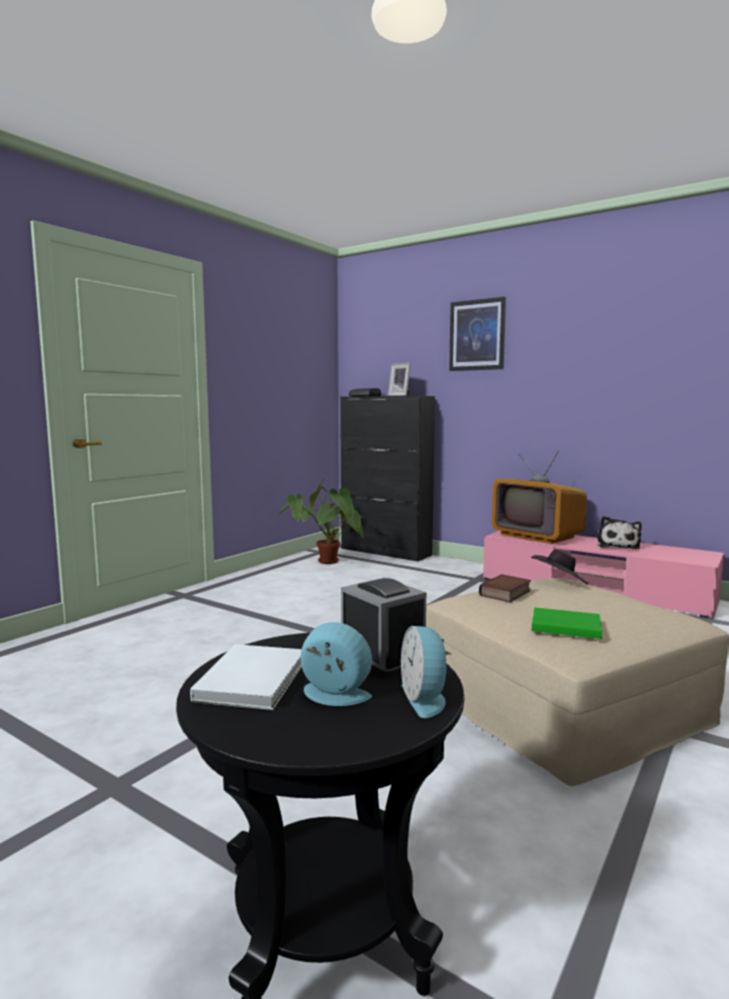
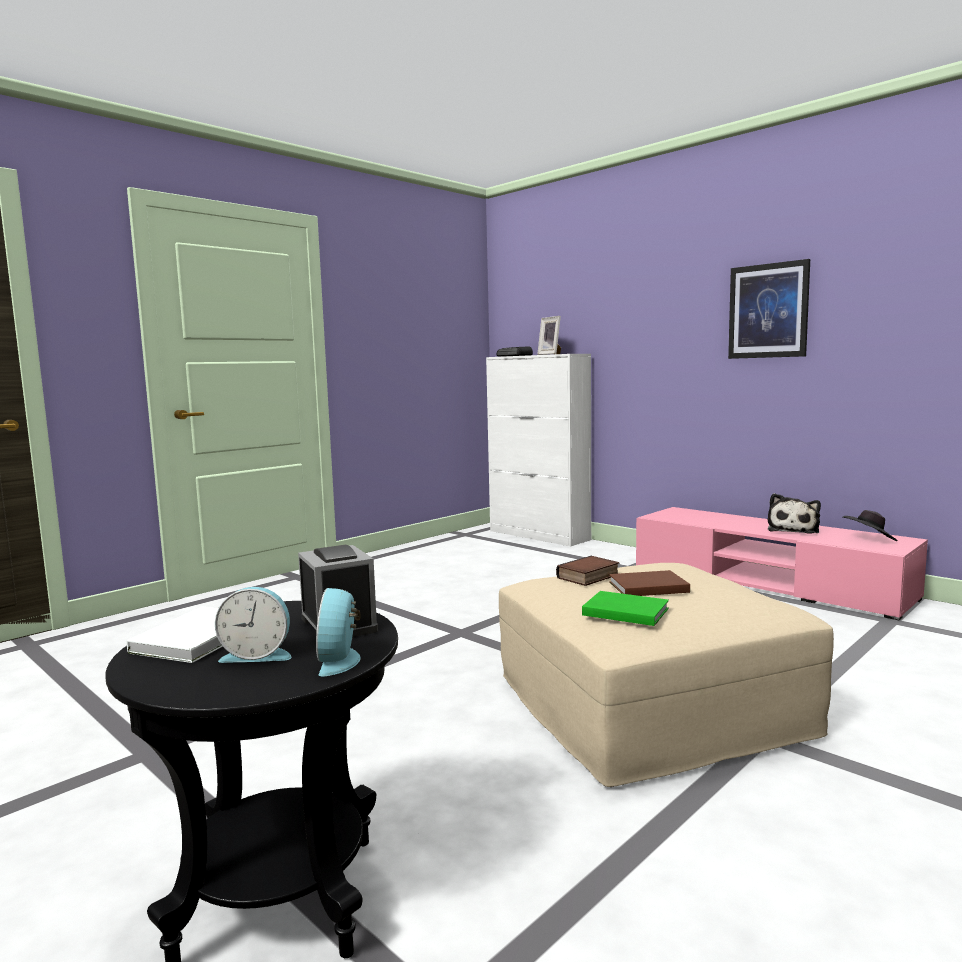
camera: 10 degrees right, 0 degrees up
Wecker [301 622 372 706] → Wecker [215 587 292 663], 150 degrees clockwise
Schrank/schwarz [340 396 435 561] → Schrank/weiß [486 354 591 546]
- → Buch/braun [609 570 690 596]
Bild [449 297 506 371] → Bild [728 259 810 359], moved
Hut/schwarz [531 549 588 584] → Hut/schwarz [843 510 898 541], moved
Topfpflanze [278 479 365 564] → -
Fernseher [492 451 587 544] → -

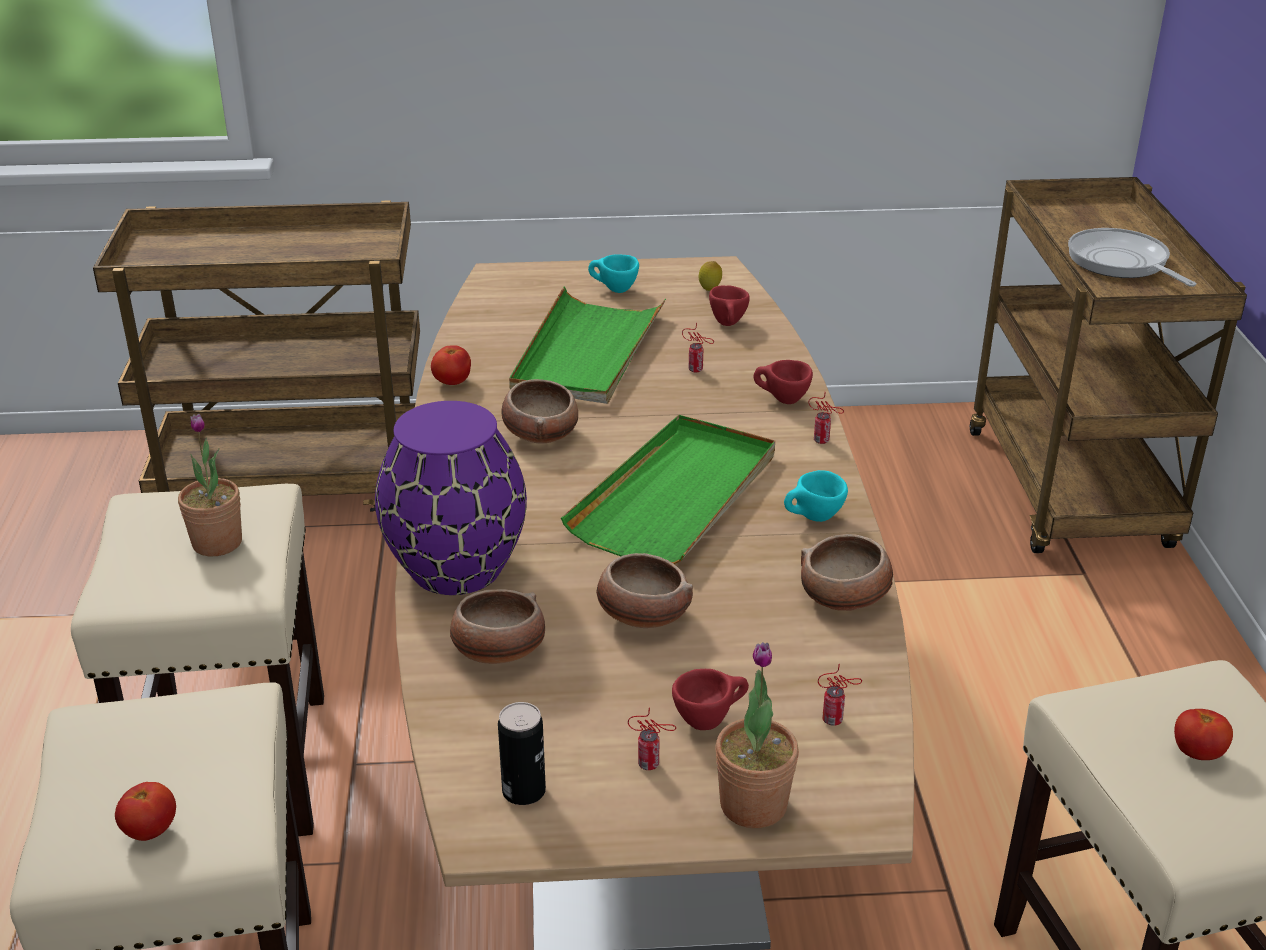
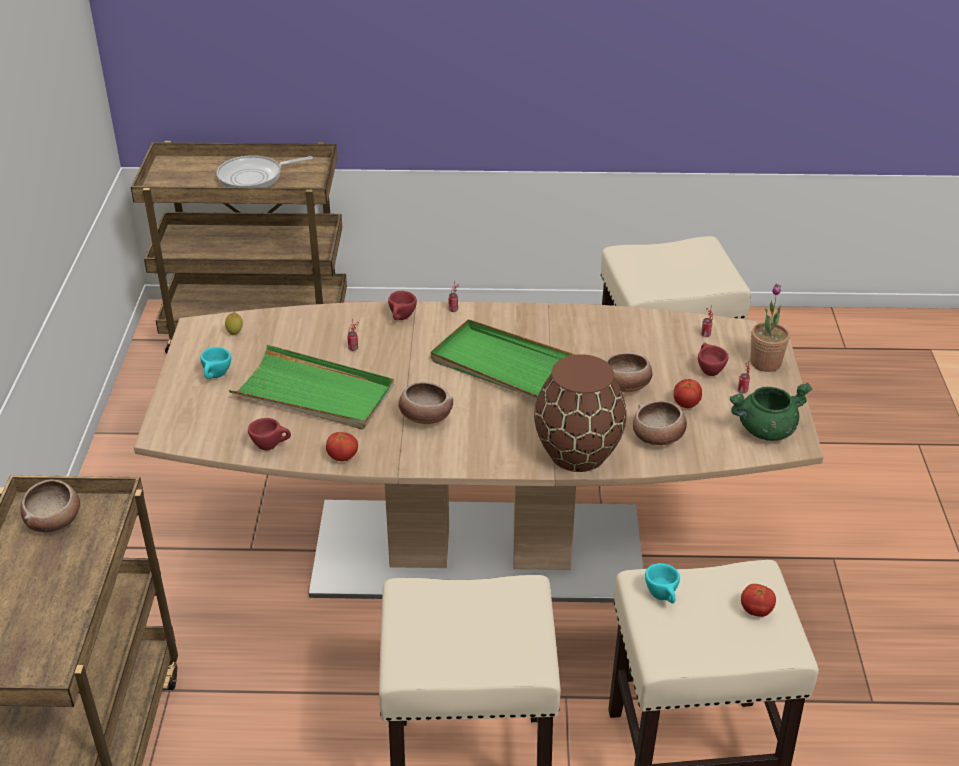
camera: 85 degrees left, 5 degrees up
Schüssel [801 534 893 611] → Schüssel [20 479 80 533], moved
Tasse/rot [709 285 750 326] → Tasse/rot [248 418 291 450], moved
Vase/lila [375 401 527 595] → Vase/braun [534 354 627 472]
Tasse/türkis [784 470 848 522] → Tasse/türkis [645 563 680 603], moved
Tomate [1174 709 1233 760] → Tomate [674 379 702 408], moved
Dose [498 702 546 805] → Kochtopf/grün [729 382 812 441]
Topfpflanze [178 414 242 557] → -

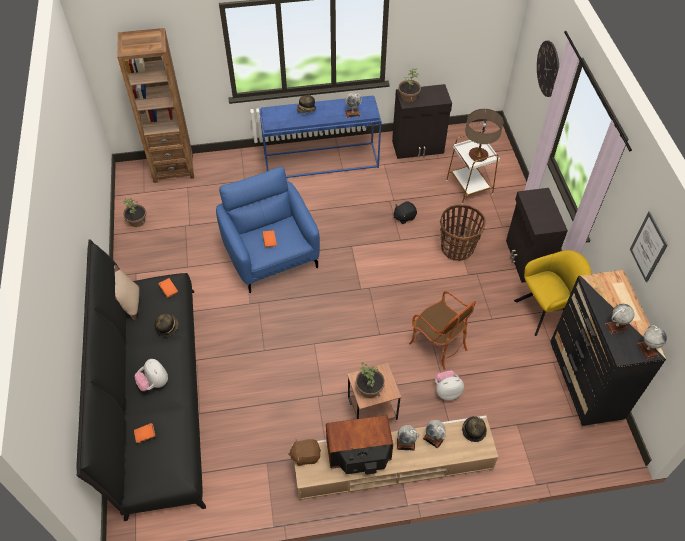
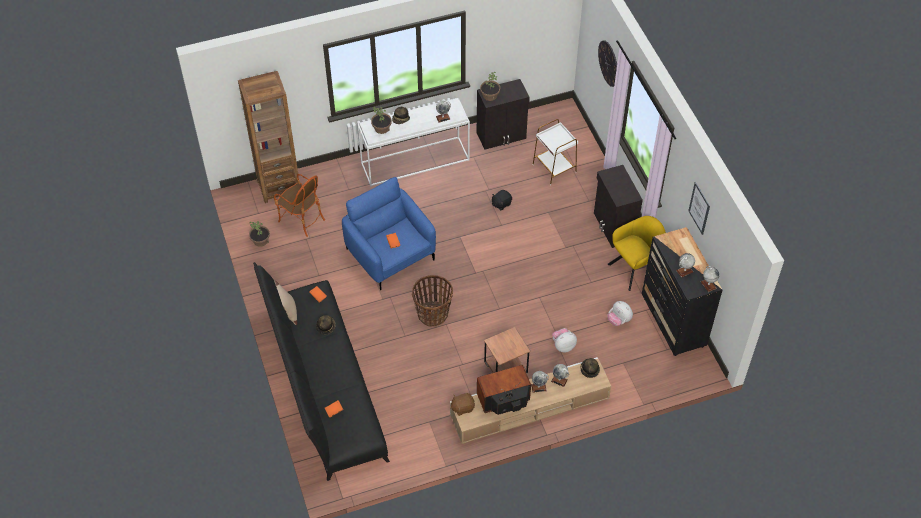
camera: 10 degrees left, 0 degrees up
Sessel [409 291 476 370] → Sessel [274 174 325 237], moved
Konsolentisch/blau [259 96 381 178] → Konsolentisch/weiß [357 98 470 187]
Topfpflanze [356 362 385 398] → Topfpflanze [371 107 392 134], moved
Korb [440 204 486 261] → Korb [412 275 453 327], moved
Plüschtier [135 359 168 391] → Plüschtier [607 301 633 326], moved
Tischlampe [465 109 503 162] → -

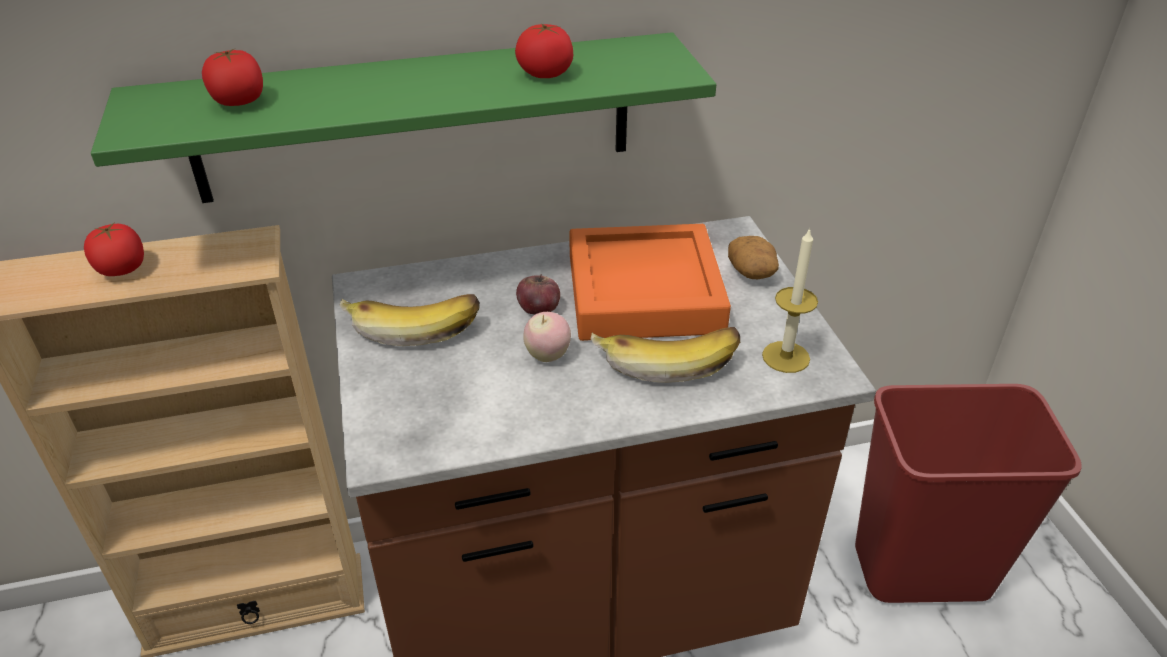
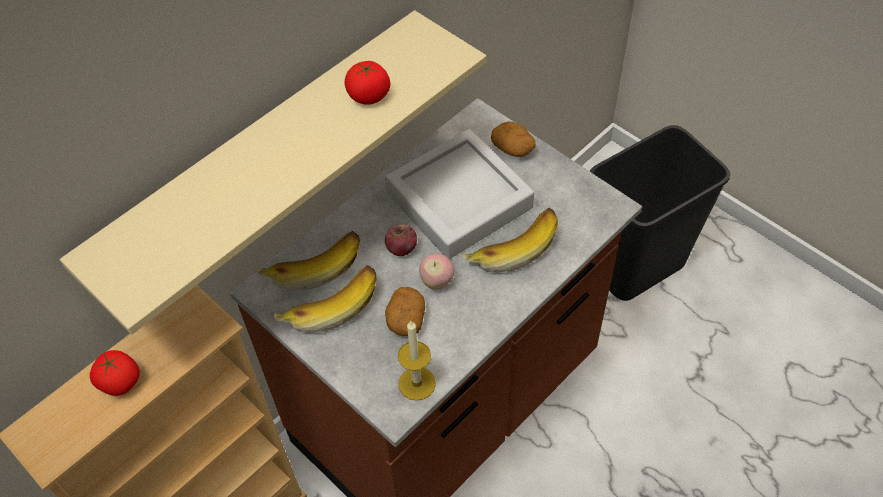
camera: 30 degrees left, 15 degrees up
Wandregal/grün [91 32 716 203] → Wandregal/beige [60 10 487 334]
- → Banane [256 231 360 291]
Tablett/orange [569 224 731 341] → Tablett/grau [385 129 534 259]
- → Kartoffel [385 287 425 336]
Kerze [762 227 818 373] → Kerze [398 320 436 401], moved
Mülleimer/rot [855 384 1082 603] → Mülleimer/schwarz [590 125 730 301]
Tomate [202 49 263 106] → -

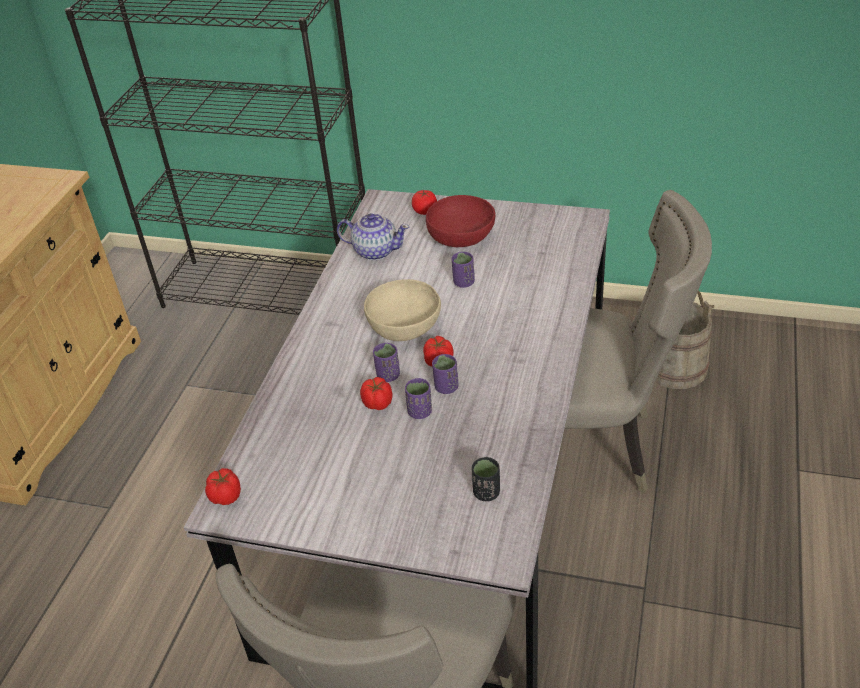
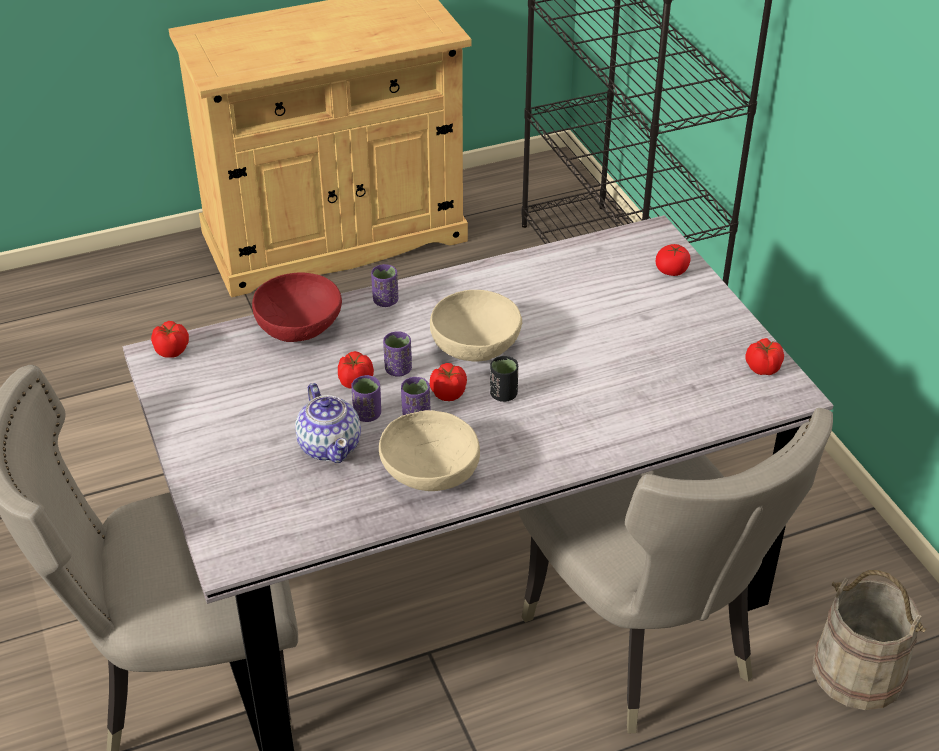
camera: 50 degrees right, 0 degrees up
Schüssel/rot [426 195 495 247] → Schüssel/rot [252 273 342 342], moved
Teekanne [337 213 409 260] → Teekanne [295 383 361 463], moved
Tasse/lila [452 252 475 288] → Tasse/lila [371 264 398 307], moved
- → Schüssel/beige [379 410 480 491]
Tasse/schwarz [472 457 500 501] → Tasse/schwarz [490 356 518 402], moved
- → Tomate [746 338 784 375]

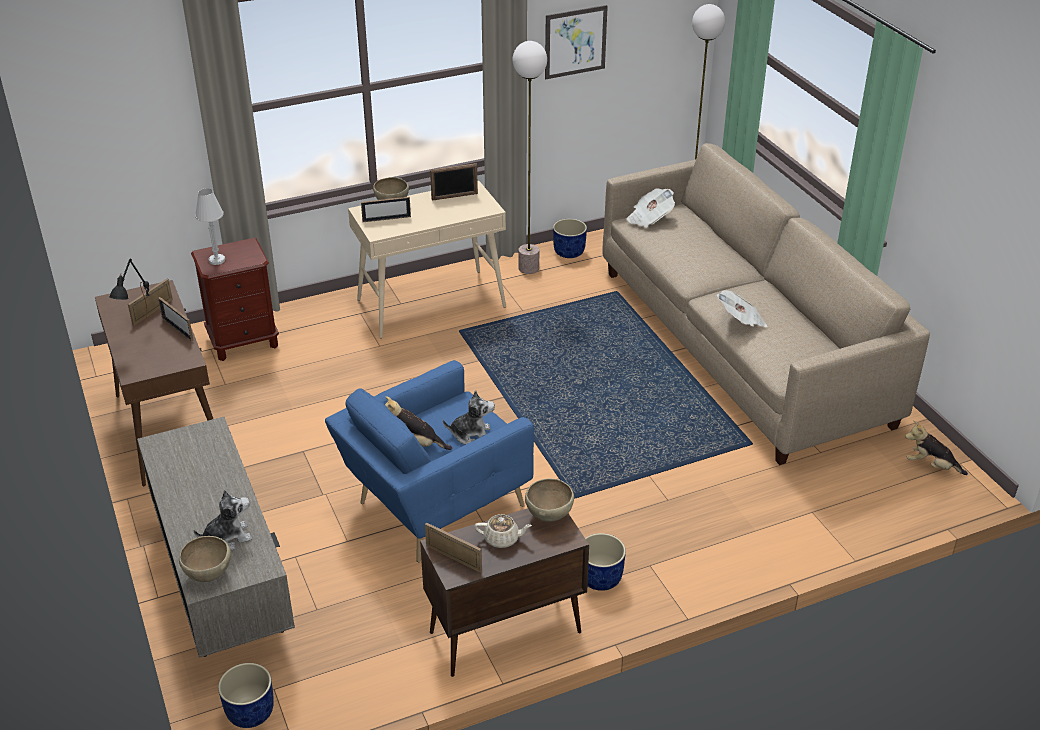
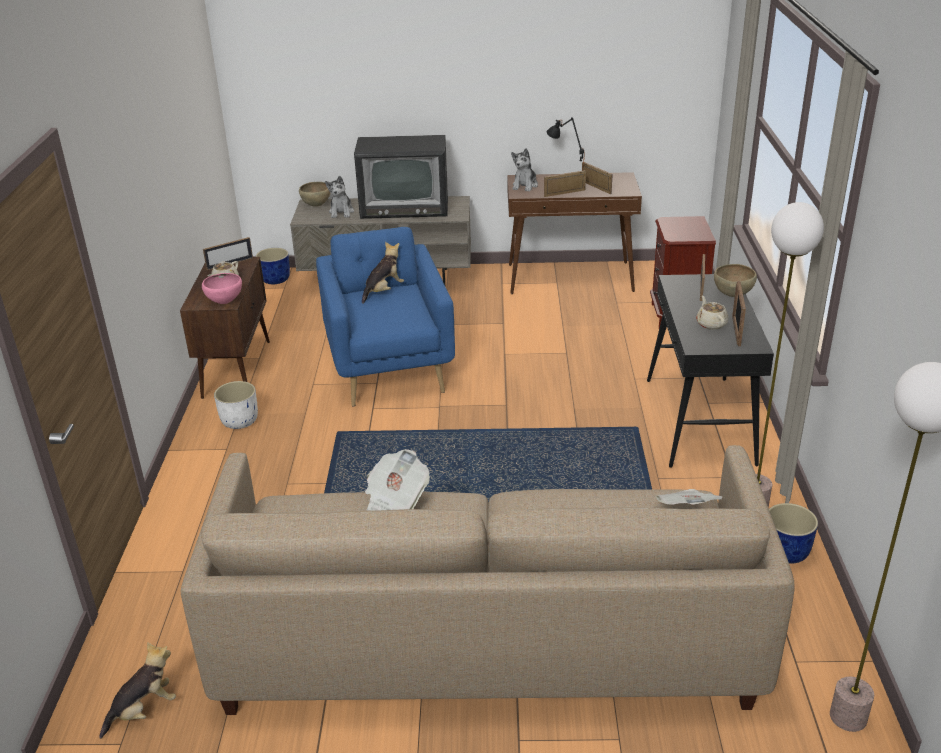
camera: 115 degrees right, 5 degrees down
Schüssel/braun [525 479 574 522] → Schüssel/rosa [202 273 242 304]
Pflanzkübel/blau [585 533 626 591] → Pflanzkübel/weiß [214 381 258 429]
- → Fernseher [354 135 448 219]
Plüschtier [443 390 495 444] → Plüschtier [511 148 538 192], moved
Konsolentisch/beige [348 181 506 338] → Konsolentisch/schwarz [647 274 774 468]
- → Teekanne/beige [696 296 728 330]
Tischlampe/weiß [195 188 225 265] → -
Bild [545 5 608 79] → -

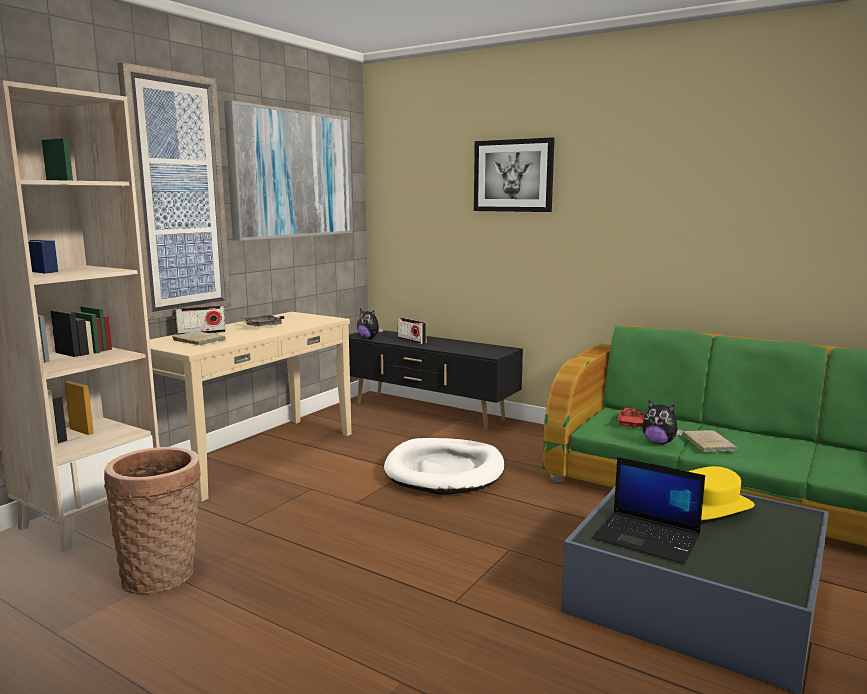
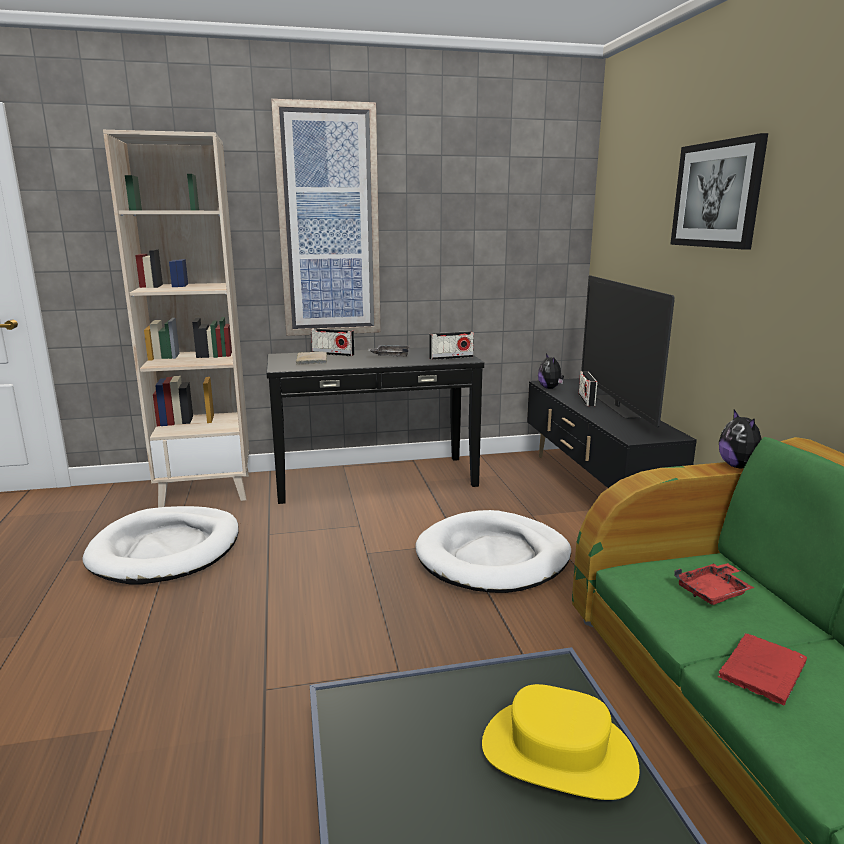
camera: 45 degrees right, 5 degrees up
Korb [104 447 201 595] → Hundebett/weiß [82 506 239 585]
Konsolentisch/beige [150 312 351 501] → Konsolentisch/schwarz [267 347 484 504]
- → Radio [429 331 474 360]
- → Fernseher [581 275 675 427]
Buch/beige [683 430 737 452] → Buch/rot [718 633 807 706]
Plüschtier [642 400 683 444] → Plüschtier [719 410 762 468], moved
Bild [224 100 353 241] → -
Laptop [593 457 705 564] → -

